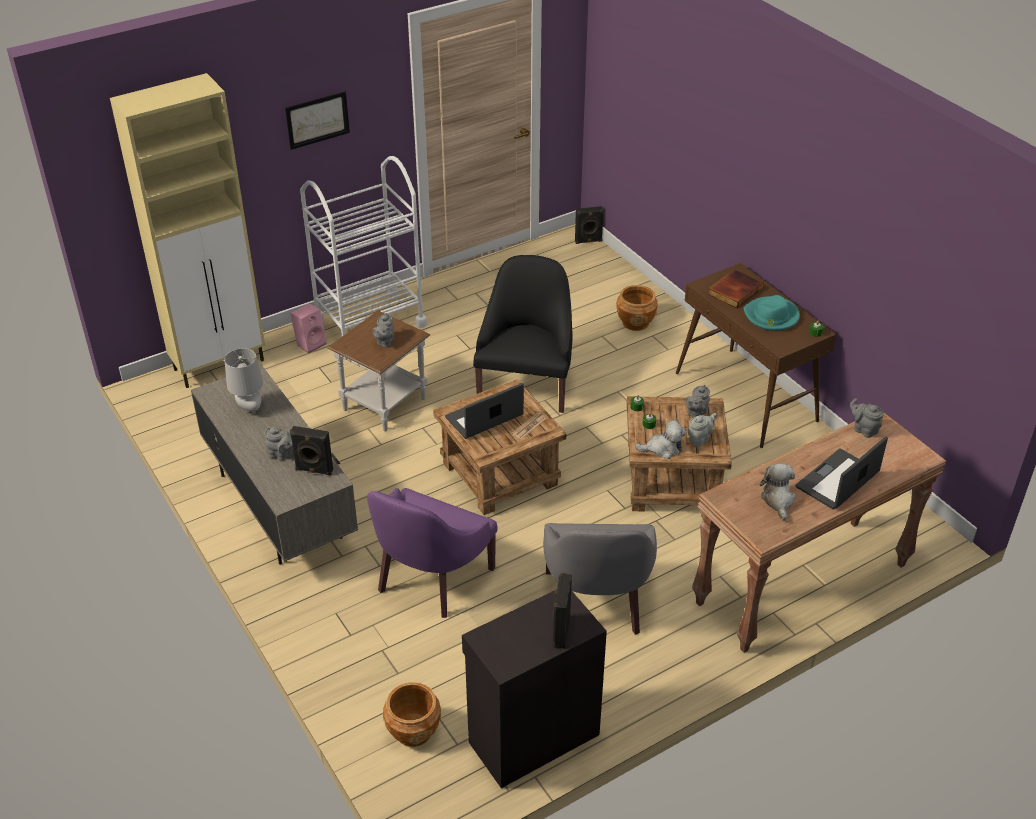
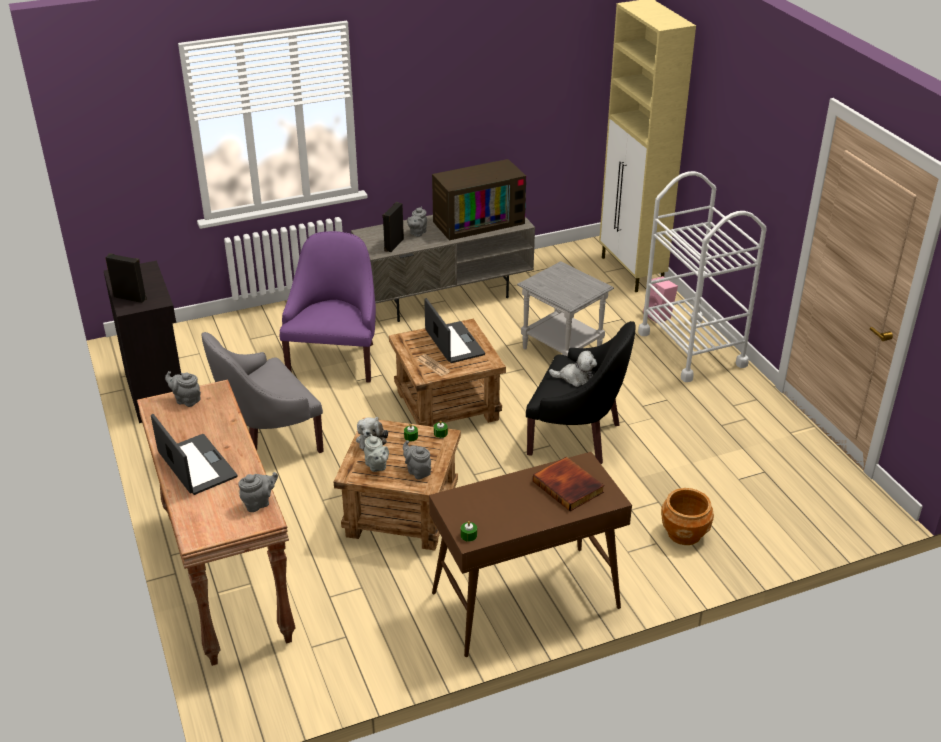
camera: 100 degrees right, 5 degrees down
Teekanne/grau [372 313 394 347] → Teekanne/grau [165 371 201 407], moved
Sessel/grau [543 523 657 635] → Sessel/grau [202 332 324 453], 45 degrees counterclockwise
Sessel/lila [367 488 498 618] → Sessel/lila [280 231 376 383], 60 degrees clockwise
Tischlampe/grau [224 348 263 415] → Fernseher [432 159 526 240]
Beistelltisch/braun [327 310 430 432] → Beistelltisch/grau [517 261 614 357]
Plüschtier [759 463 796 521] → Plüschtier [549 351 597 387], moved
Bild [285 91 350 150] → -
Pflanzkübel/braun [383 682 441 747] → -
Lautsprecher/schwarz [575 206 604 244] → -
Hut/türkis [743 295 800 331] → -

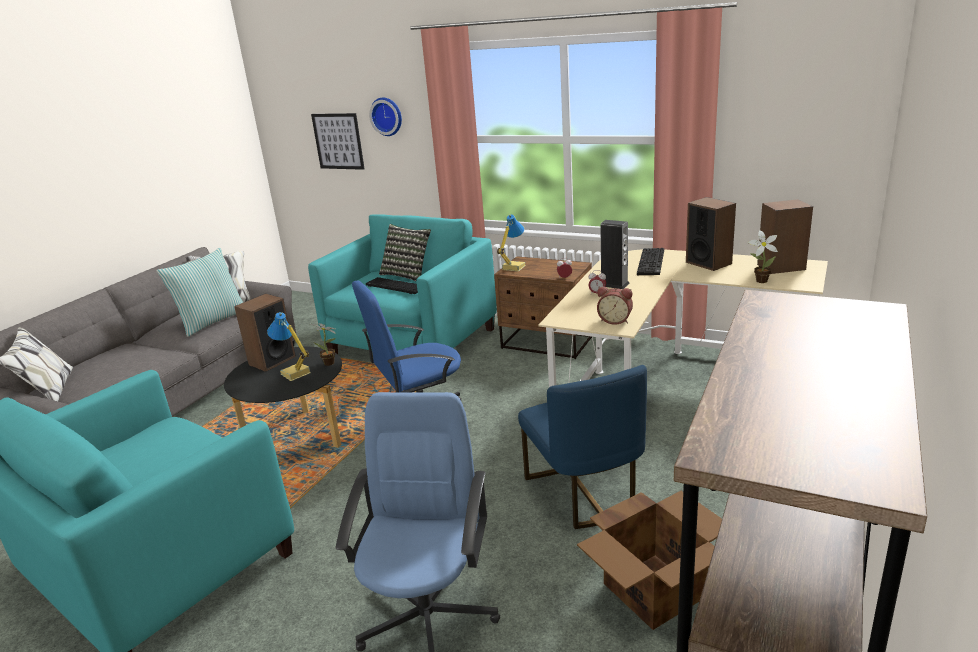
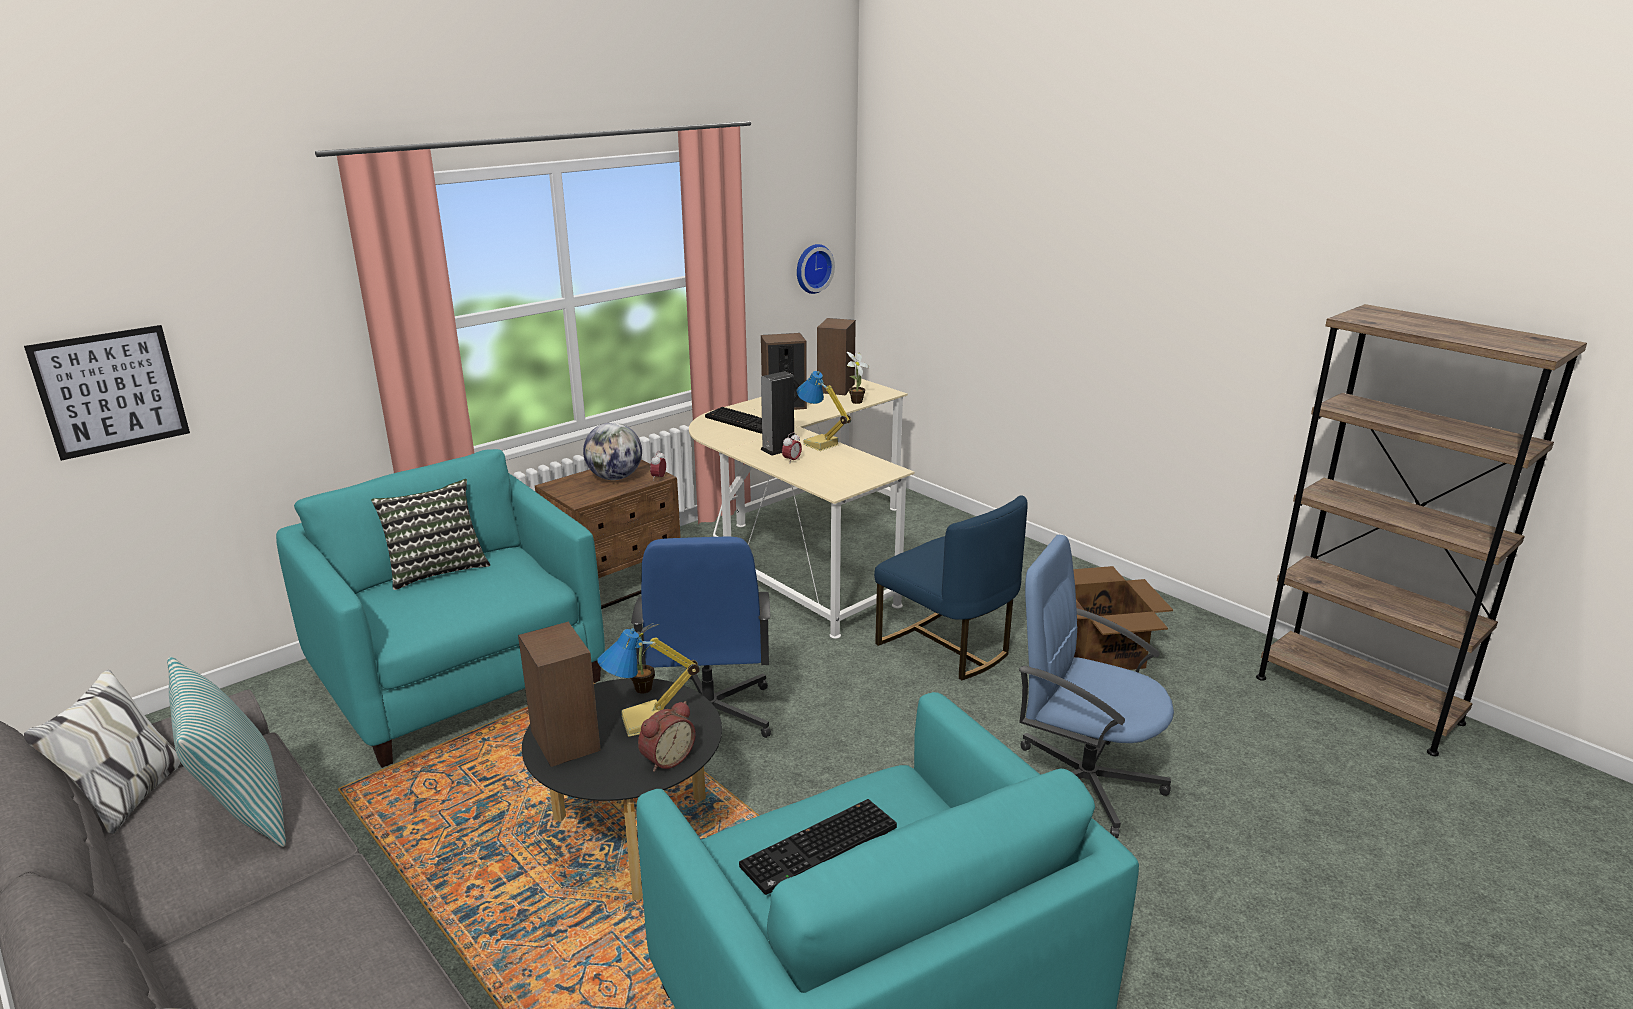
camera: 70 degrees left, 0 degrees up
- → Globus [583 422 642 480]
Wecker [597 287 633 325] → Wecker [638 701 696 772], moved
Tastatur [366 277 418 294] → Tastatur [739 799 897 895], moved
Tischlampe [497 215 526 272] → Tischlampe [796 371 851 451], moved
Wanduhr [369 98 402 136] → Wanduhr [797 244 835 294], moved
Stuhl/blau [518 365 647 529] → Stuhl/blau [874 495 1028 680], 45 degrees clockwise

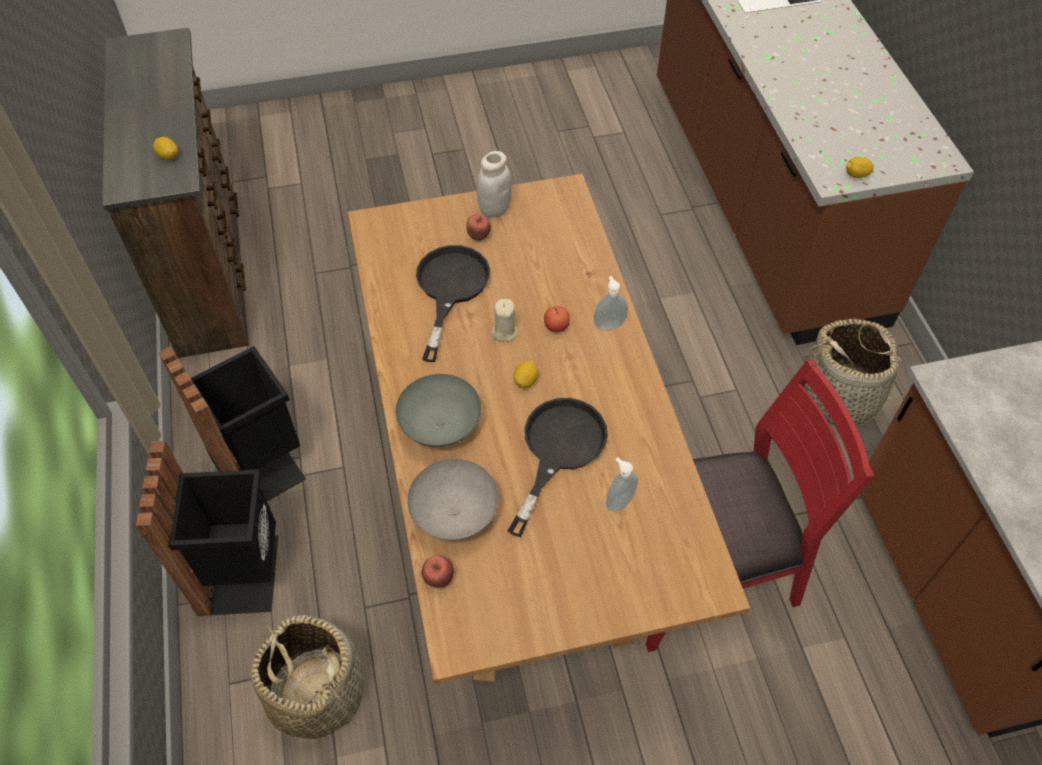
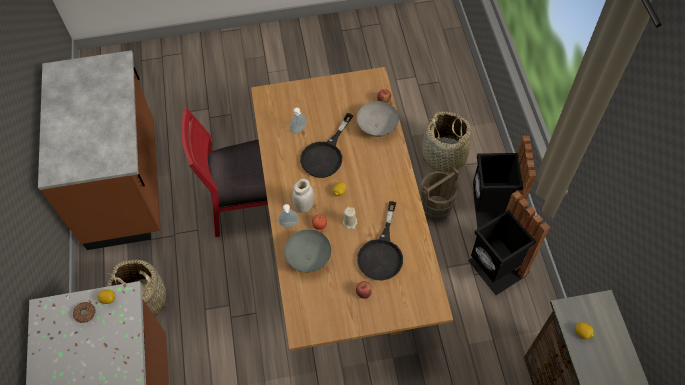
camera: 175 degrees left, 5 degrees up
- → Donut [73 302 96 323]
Schüssel/grau [396 374 481 447] → Schüssel/grau [284 230 331 272], moved
Vorratsglas/weiß [477 151 512 217] → Vorratsglas/weiß [292 178 315 213], moved
- → Eimer/braun [420 167 459 222]

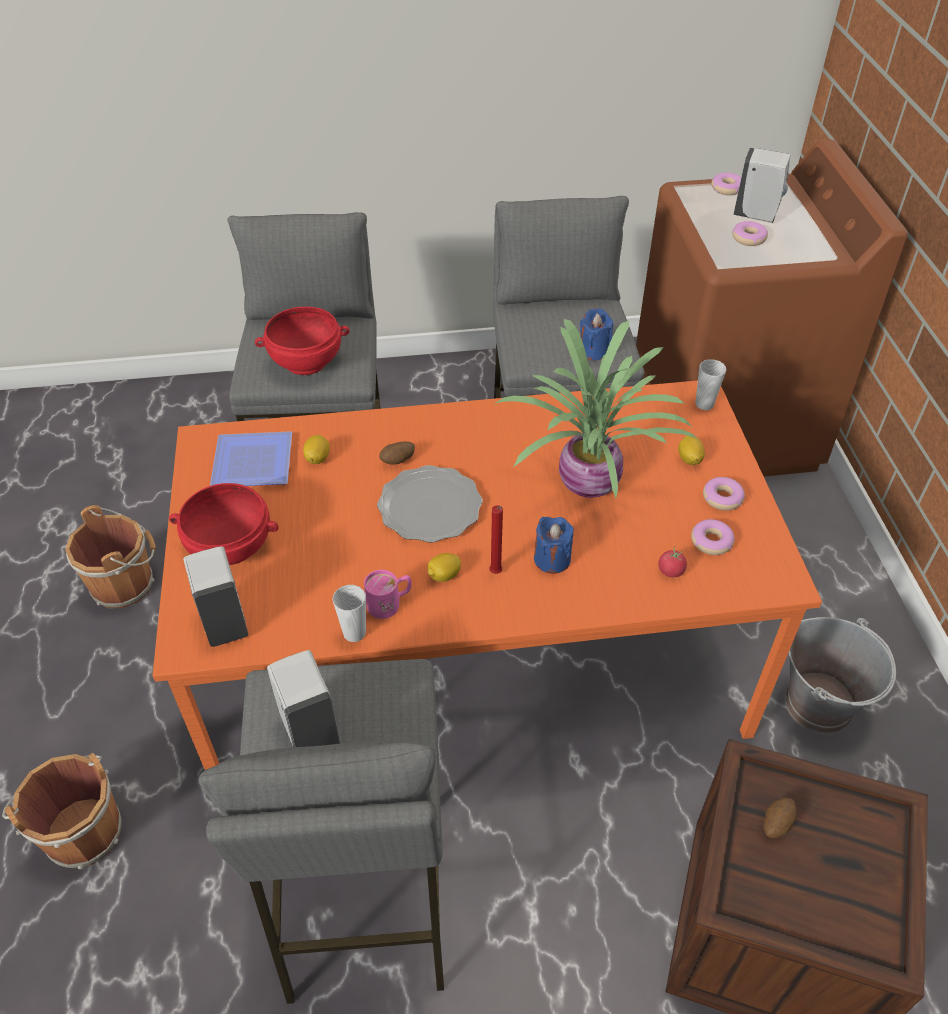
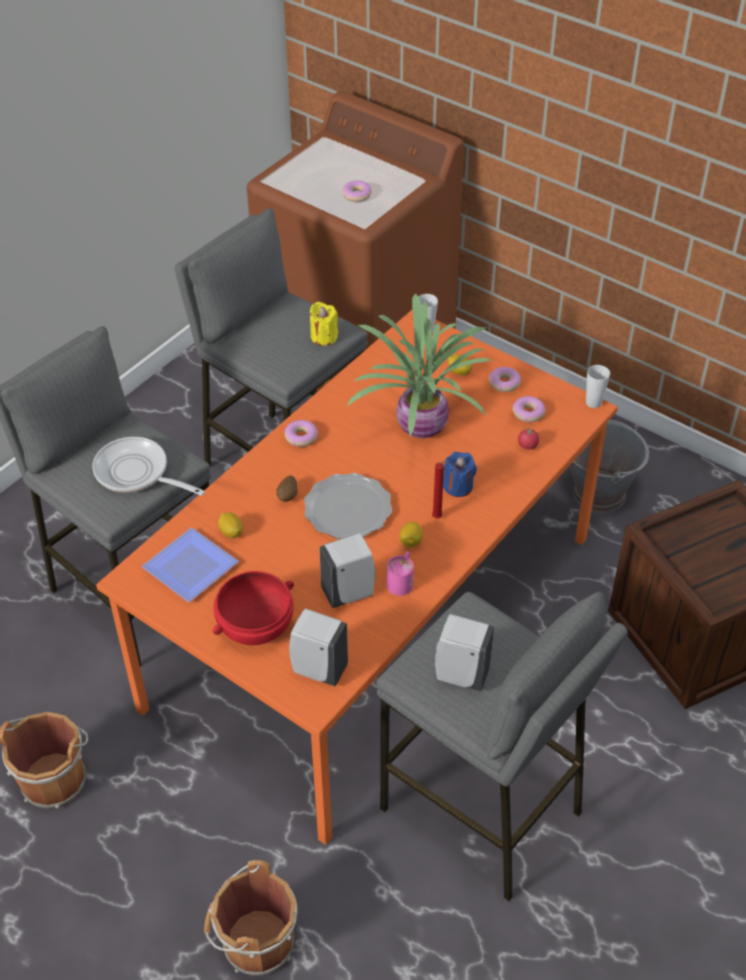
camera: 45 degrees left, 0 degrees up
Schüssel/rot [255 307 350 375] → Pfanne [93 437 205 496]
Donut [712 173 741 195] → Donut [285 420 318 447], moved
Kerze/blau [580 308 613 360] → Kerze/gelb [310 302 338 346]
Seifenspender/weiß [733 148 790 223] → Seifenspender/weiß [319 533 375 608], moved
Tasse [333 585 366 642] → Tasse [586 365 610 408], moved
Kartoffel [763 798 797 838] → -

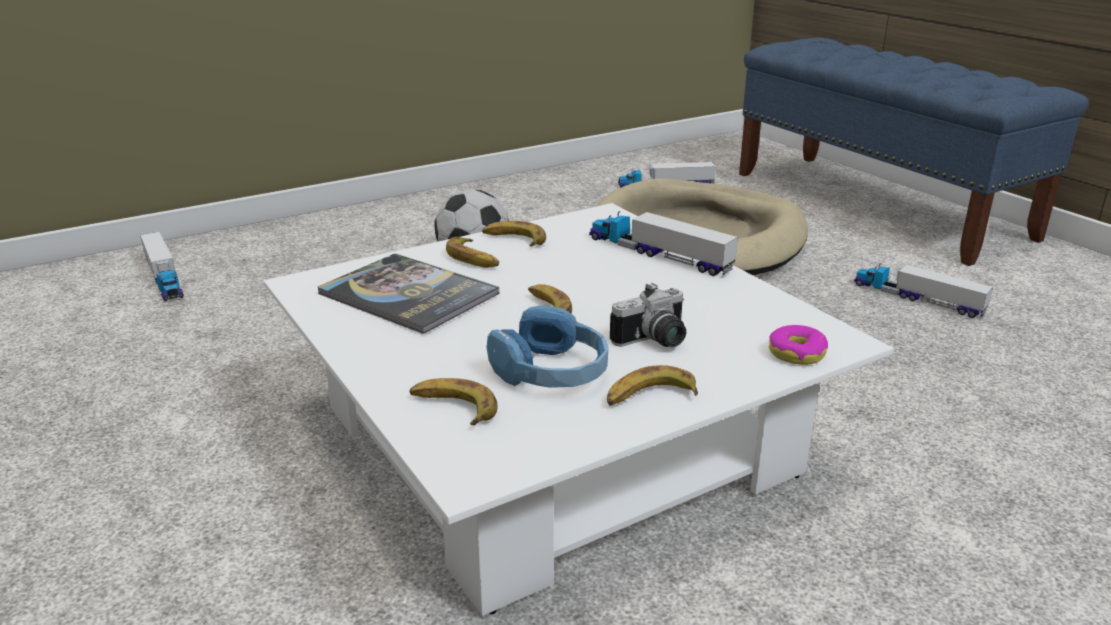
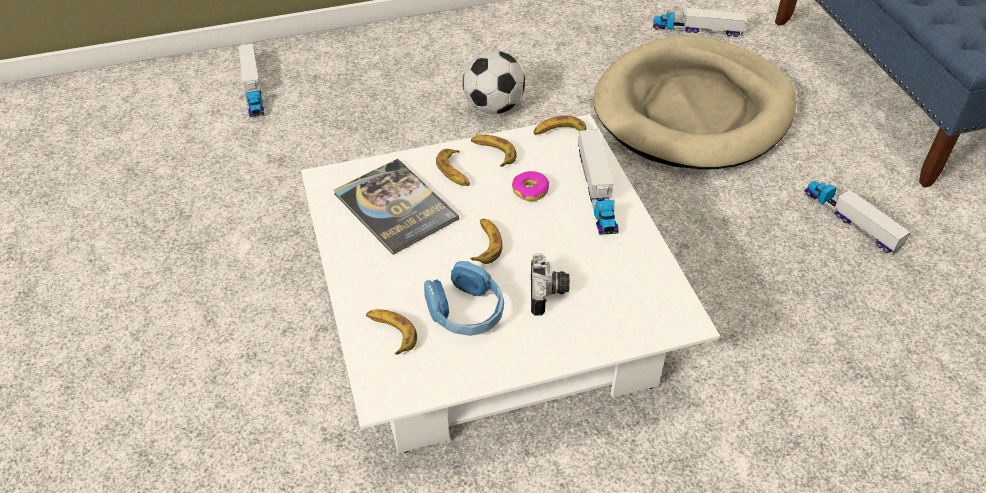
camera: 15 degrees right, 20 degrees up
Donut [769 325 828 365] → Donut [512 171 549 201], moved
Kamera [610 283 686 347] → Kamera [531 253 570 316], 75 degrees counterclockwise
Banane [607 365 698 406] → Banane [534 116 586 135], moved
Spielzeuglaster [589 211 738 276] → Spielzeuglaster [578 129 619 235], 150 degrees counterclockwise

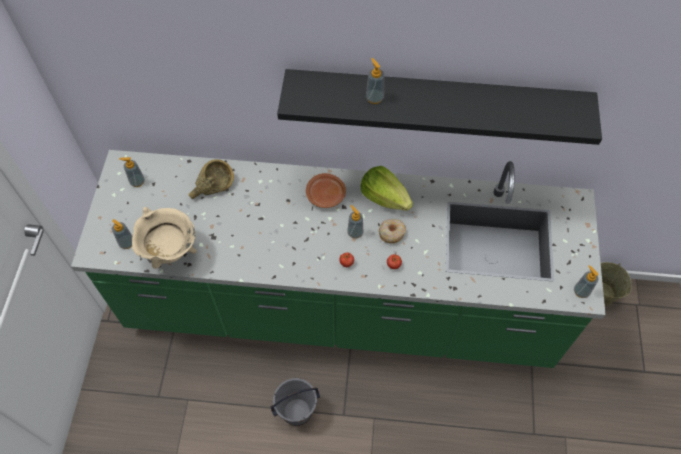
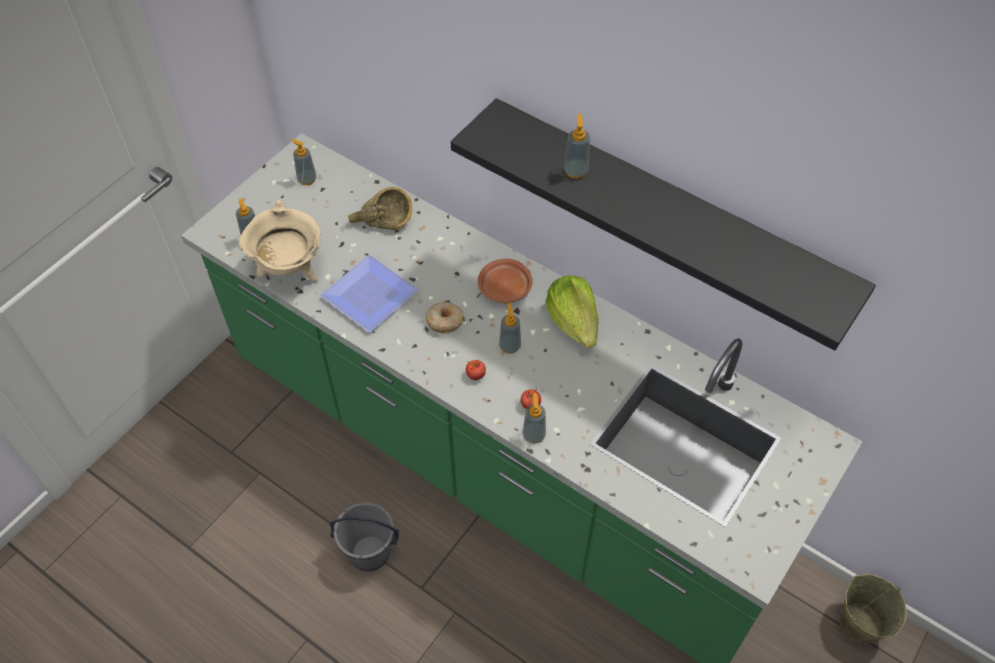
camera: 30 degrees right, 5 degrees down
- → Teller [320 255 418 332]
Donut [379 219 406 243] → Donut [426 302 464 334], moved
Seifenspender [574 265 599 298] → Seifenspender [522 393 546 443], moved

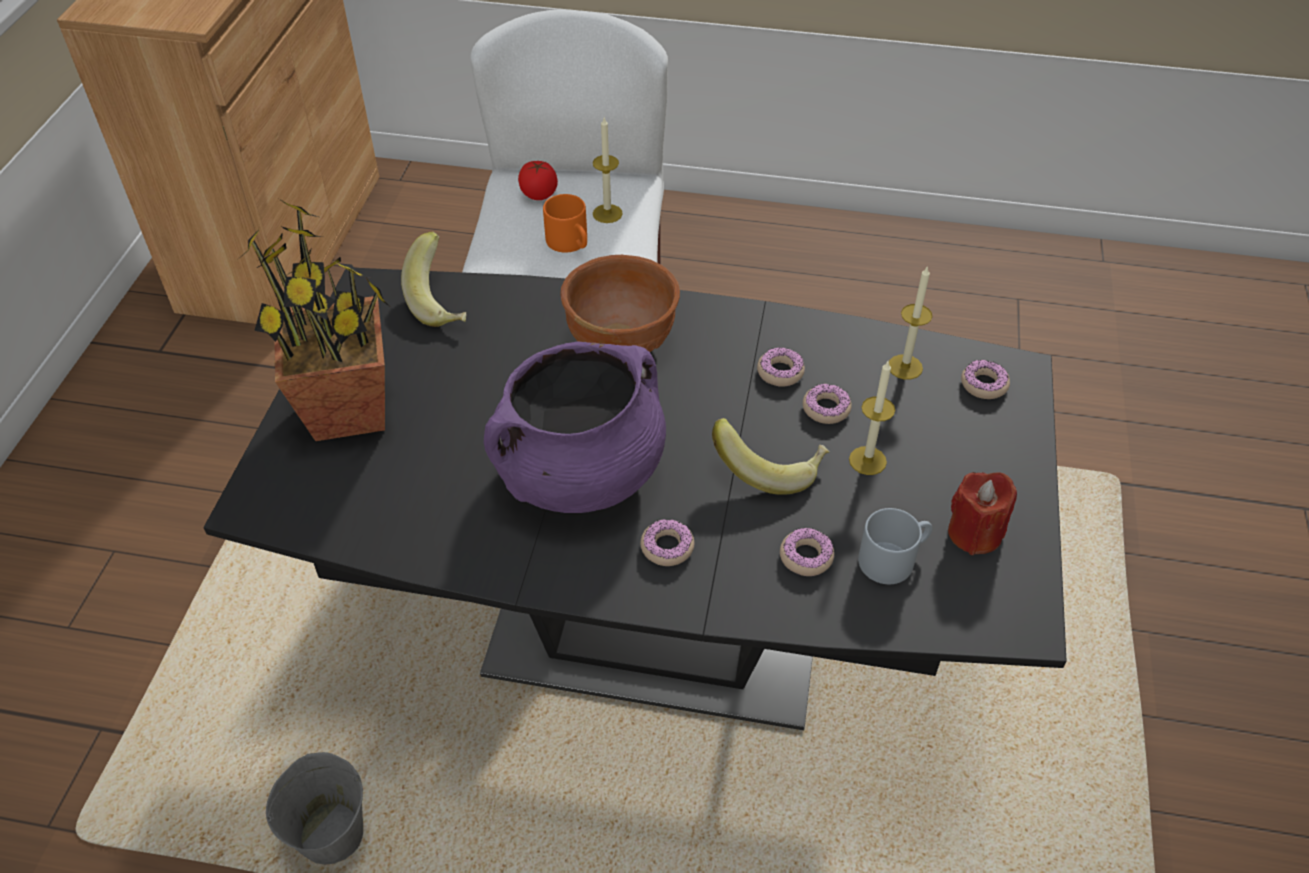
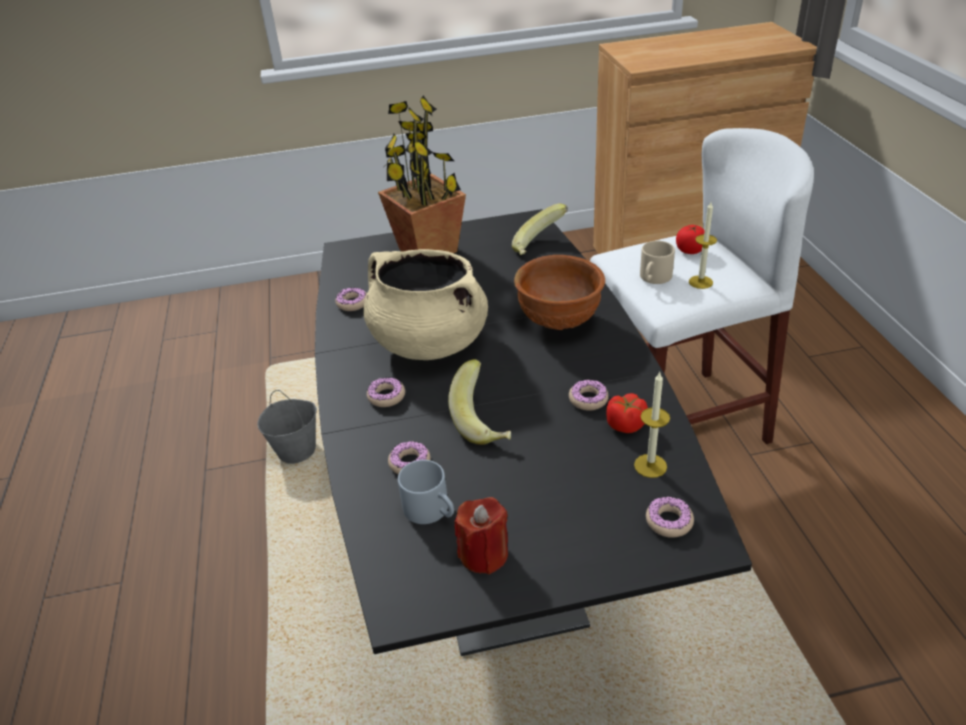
camera: 70 degrees right, 10 degrees down
Donut [803 384 852 424] → Donut [335 287 367 311], moved
Kochtopf/lila [484 341 666 513] → Kochtopf/beige [363 249 488 360]
- → Tomate [606 393 648 433]
Henkelbecher/orange [543 194 587 253] → Henkelbecher/beige [640 241 675 284]
Kerze [849 361 895 475] → -

